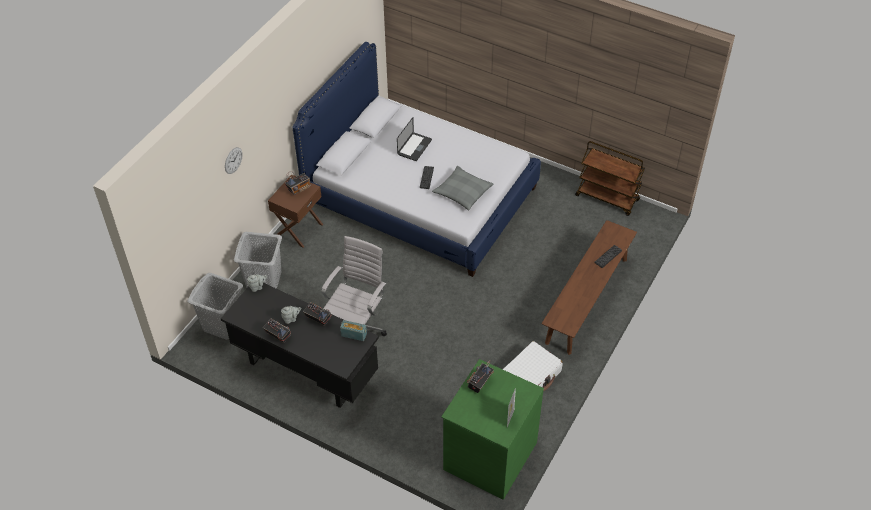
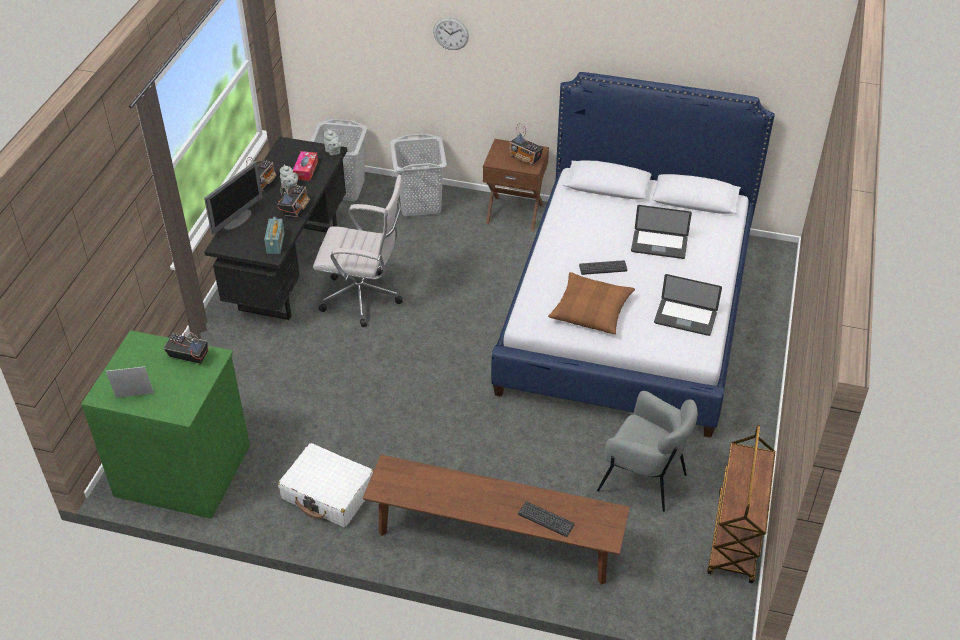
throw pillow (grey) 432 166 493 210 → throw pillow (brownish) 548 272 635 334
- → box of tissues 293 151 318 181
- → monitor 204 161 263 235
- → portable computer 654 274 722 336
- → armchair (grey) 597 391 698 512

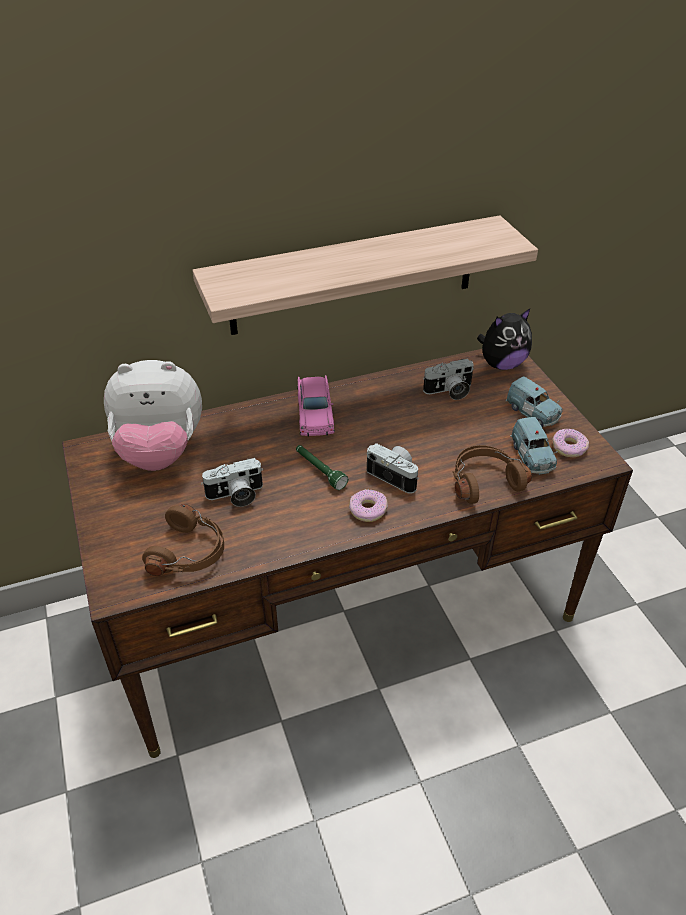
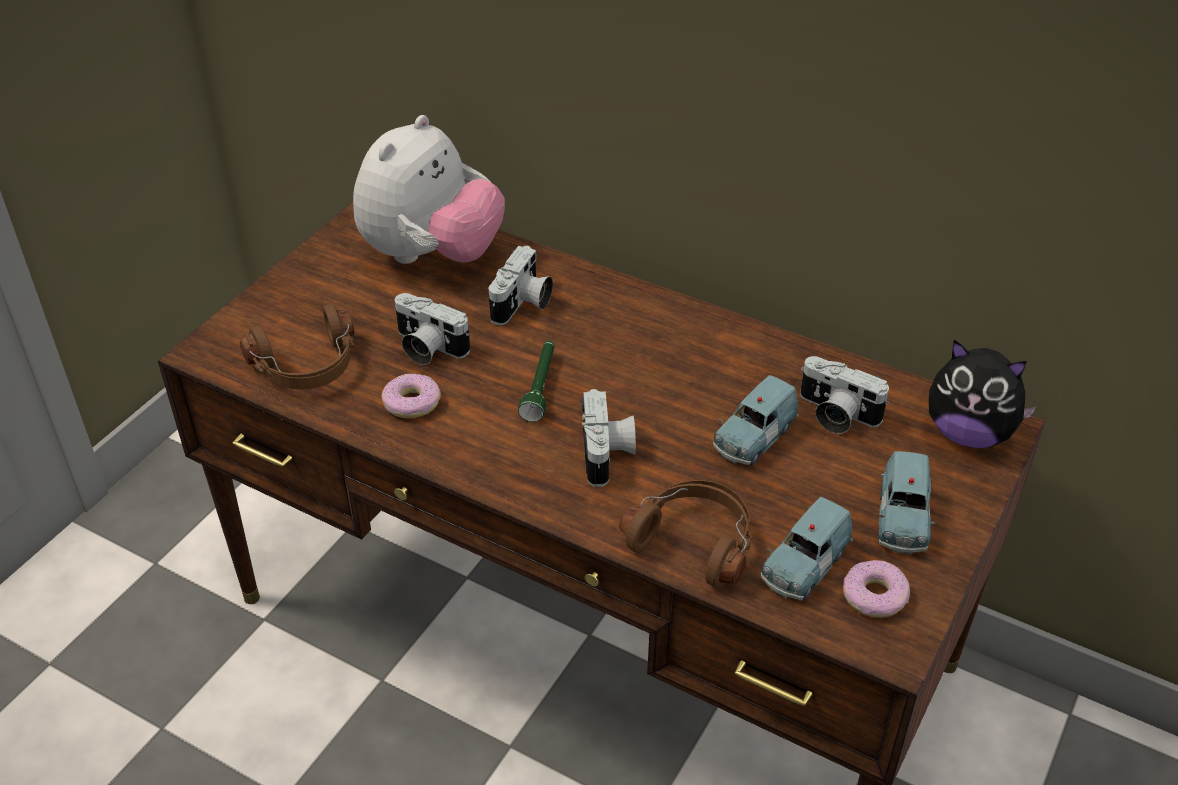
bracket shelf 192 215 538 335 → -
plush toy 104 360 202 471 → plush toy 353 115 505 264, 105 degrees counterclockwise
miniature car (pinkish) 297 375 335 437 → -
donut 349 489 388 522 → donut 382 374 441 418, moved
- → still camera 489 245 553 325
- → miniature car (blue-coloured) 713 375 799 465

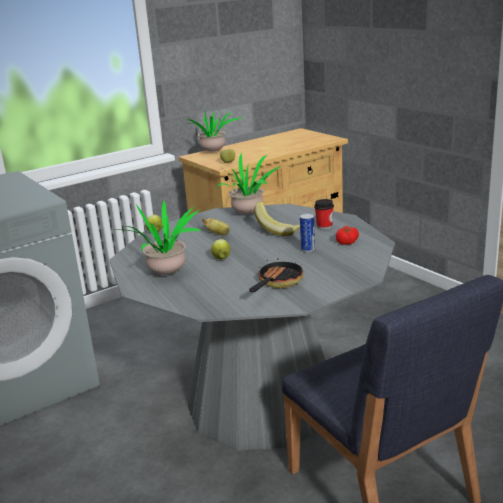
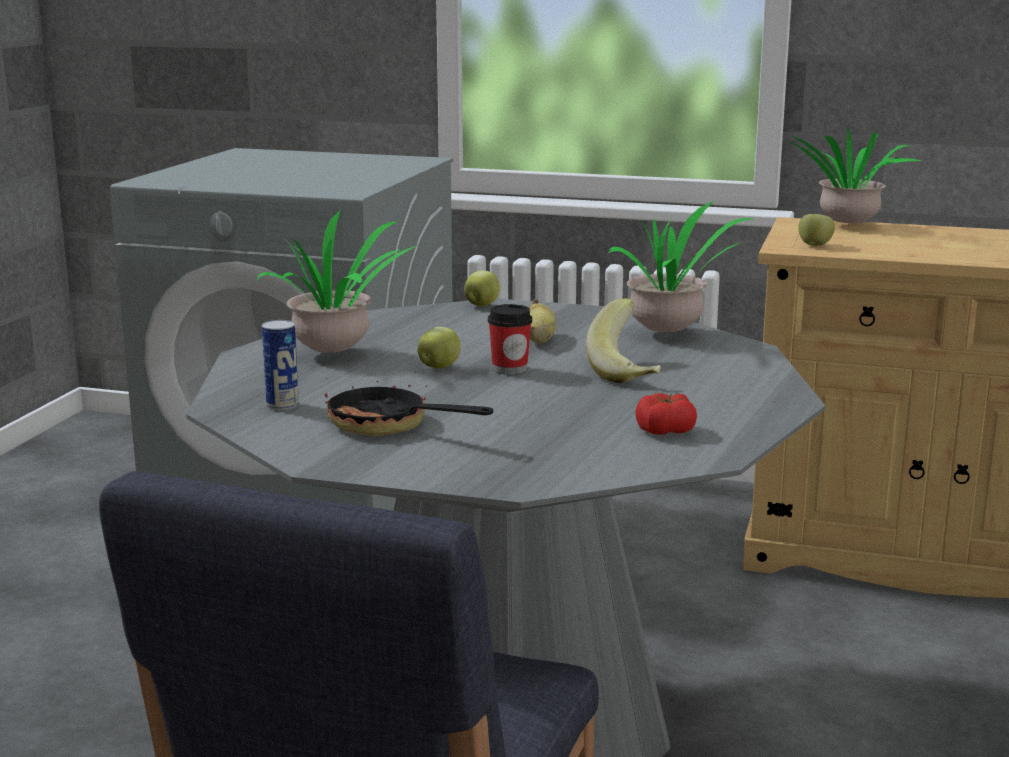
small cup 314 199 334 230 → small cup 488 304 532 375, moved
metal can 300 213 315 253 → metal can 262 320 299 410, moved
frying pan 249 258 303 292 → frying pan 325 378 493 436, 135 degrees counterclockwise

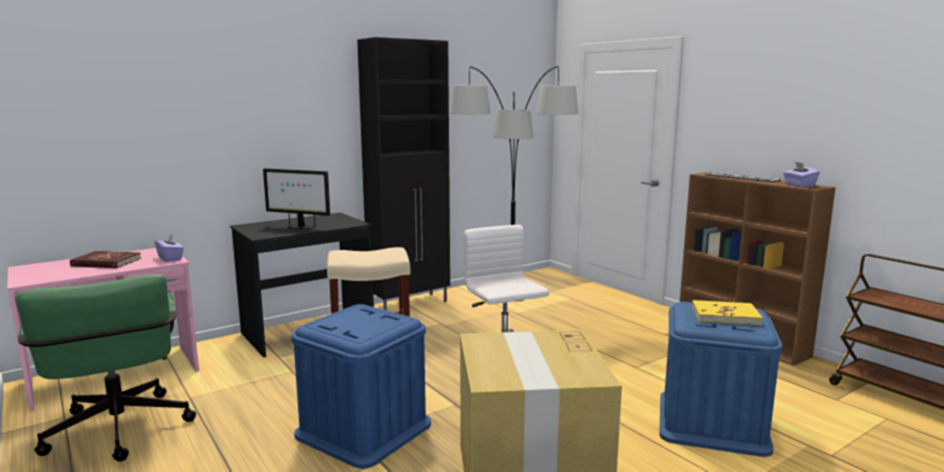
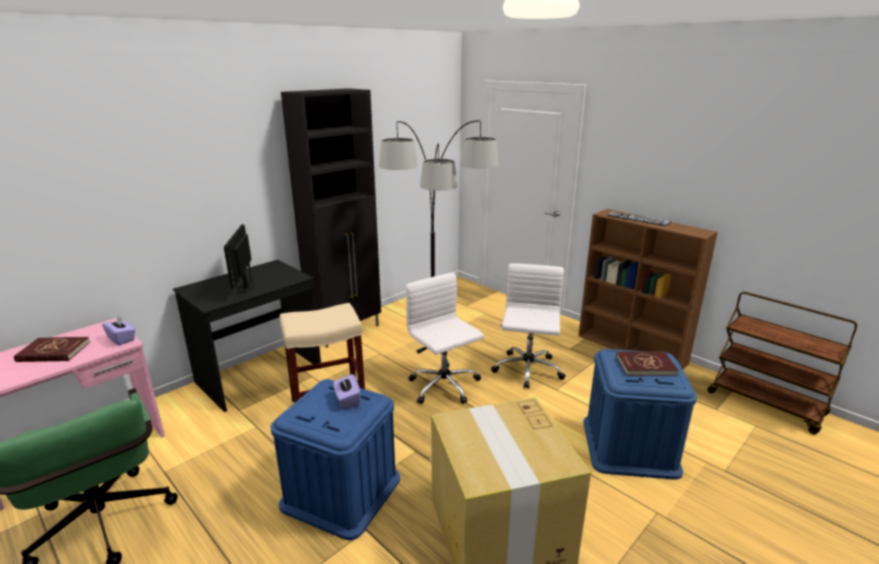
box of tissues (purple-coloured) 783 162 820 187 → box of tissues (purple-coloured) 333 374 361 409, moved
monitor 263 168 330 229 → monitor 224 224 254 294, 75 degrees clockwise
bound book (yellow) 692 300 763 325 → bound book (red) 616 351 679 376
- → office chair (white-coloured) 491 263 566 389

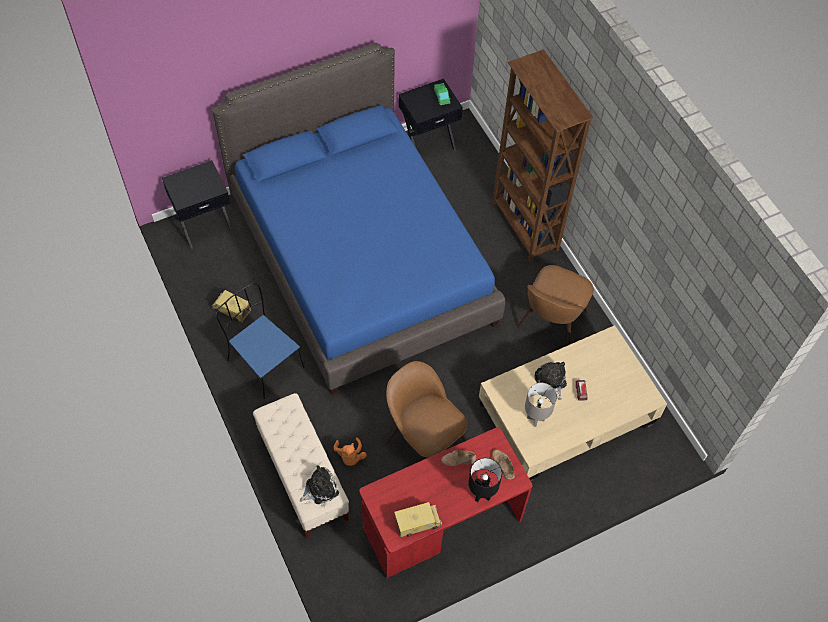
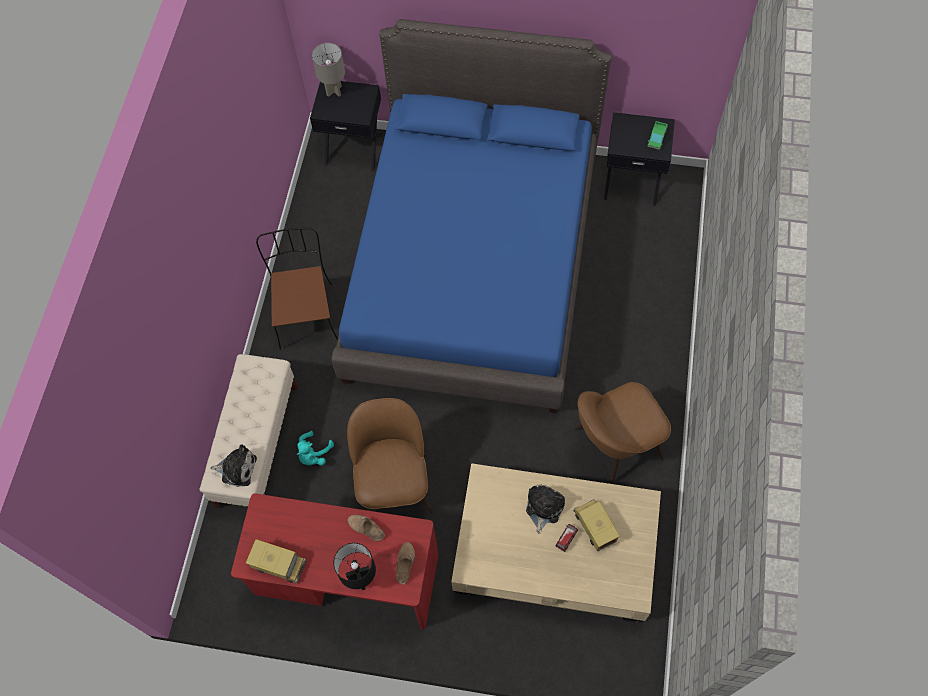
bookshelf (brownish) 492 49 594 262 → -
upright chair (blue-coloured) 216 283 304 399 → upright chair (brownish) 256 228 338 350
model truck 212 290 251 322 → model truck 573 499 620 551, moved
table lamp (grey) 525 383 557 427 → table lamp (grey) 312 43 345 97, moved
plush toy (orange) 334 437 367 466 → plush toy (blue-green) 297 431 334 465

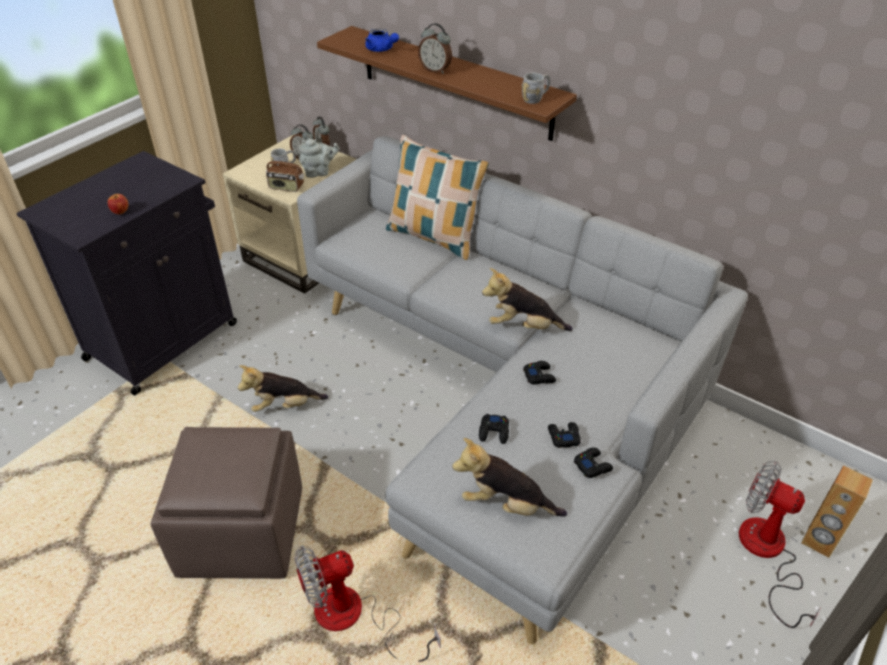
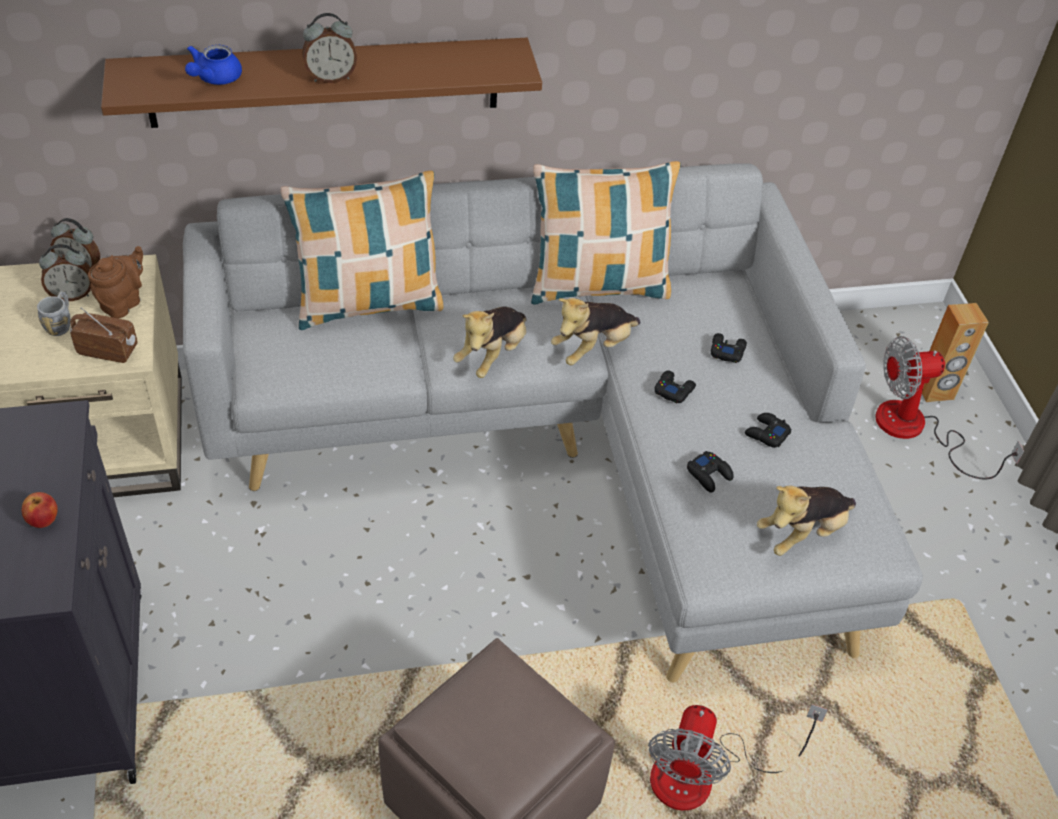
pot for tea (blue-coloured) 365 29 399 52 → pot for tea (blue-coloured) 185 45 242 85, 120 degrees clockwise
coffee mug (grey) 522 73 550 104 → -
pot for tea (grey) 299 139 339 178 → pot for tea (brownish) 88 246 143 319
radio receiver 266 151 304 192 → radio receiver 70 307 138 363, 135 degrees counterclockwise
plush toy 238 365 328 412 → plush toy 453 307 527 378, moved
joypad (blackish) 574 447 613 478 → joypad (blackish) 711 333 747 363, moved
- → throw pillow 531 161 681 305

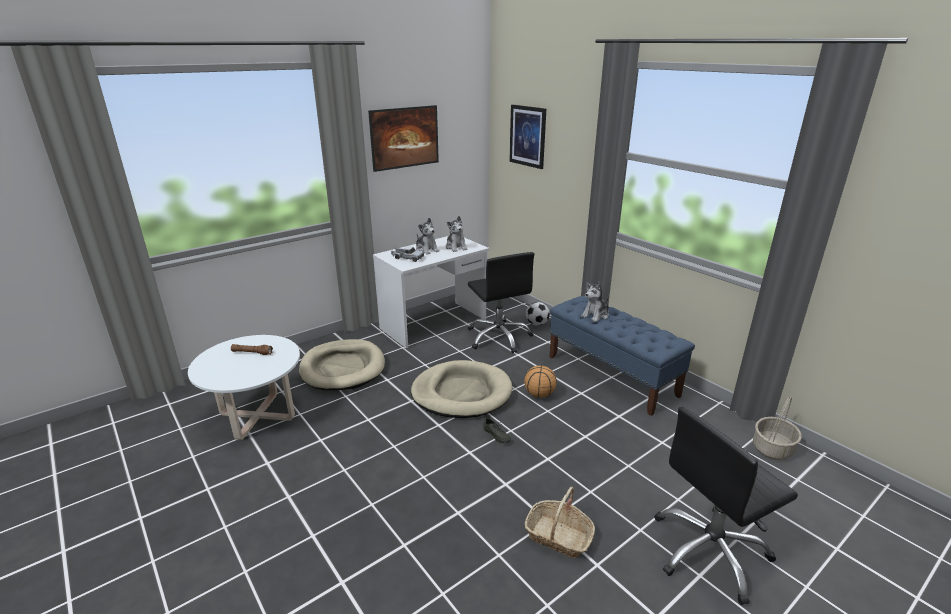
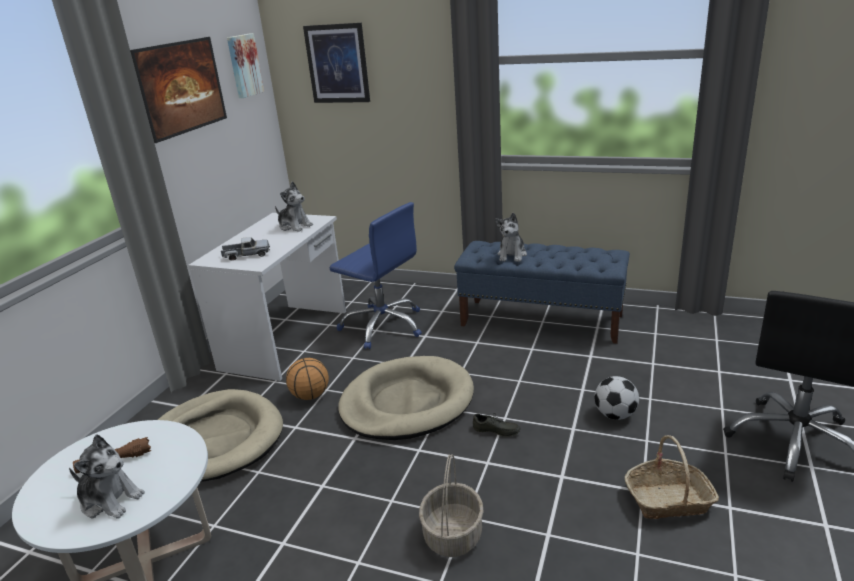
plush toy 416 218 440 255 → plush toy 69 434 145 519, moved
office chair (blackish) 468 252 534 353 → office chair (blue-coloured) 329 202 422 349
football 526 302 550 326 → football 594 376 639 420, moved
basketball ball 524 365 557 398 → basketball ball 286 358 329 400, moved
basket 753 396 802 460 → basket 419 454 484 557, moved
- → wall picture 227 33 264 98

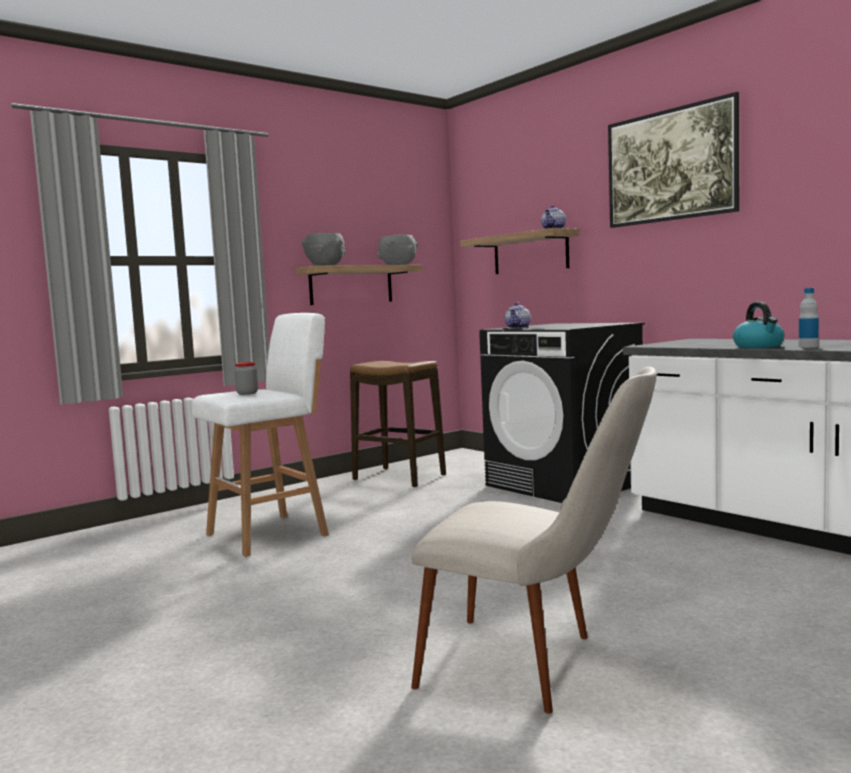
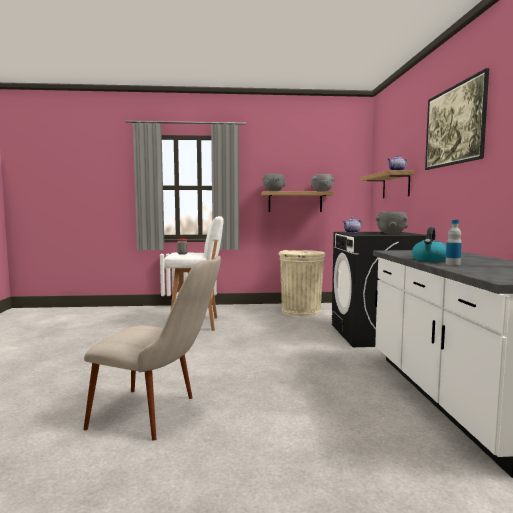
sitting stool 350 361 446 487 → waste bin (beige-coloured) 279 250 325 316
upright chair (beige-coloured) 411 367 657 714 → upright chair (beige-coloured) 83 256 221 441, 45 degrees counterclockwise
- → bowl (grey) 376 212 408 234

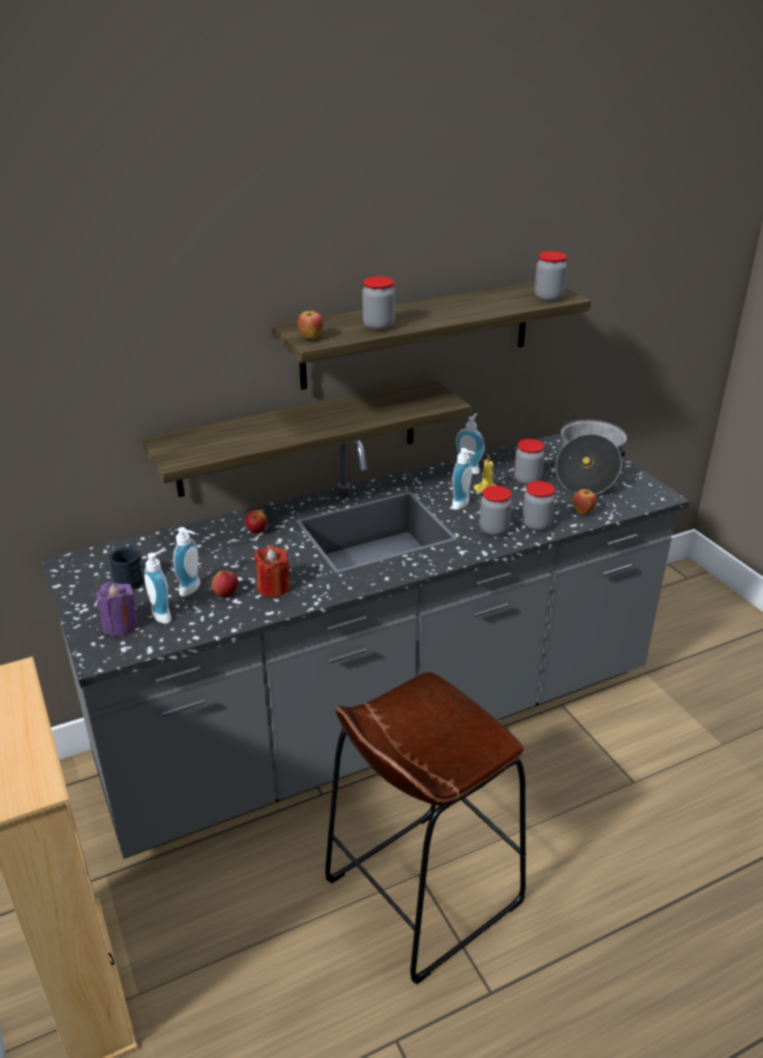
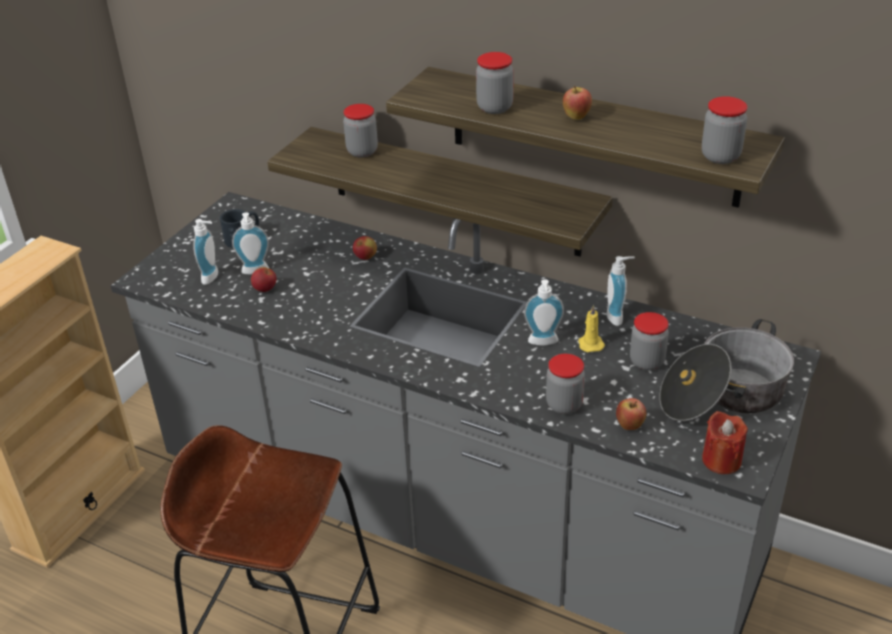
apple 297 309 323 339 → apple 563 85 592 120, moved
storage jar 479 486 512 536 → storage jar 343 104 378 157, moved
wax candle (red) 255 546 290 597 → wax candle (red) 702 411 748 474, moved
wax candle (purple-coloured) 96 582 138 637 → -

